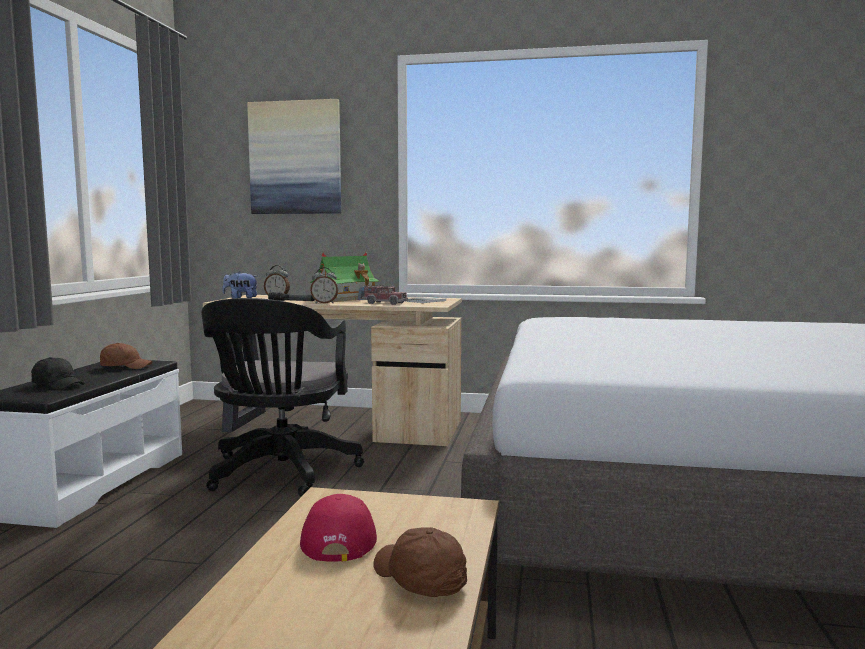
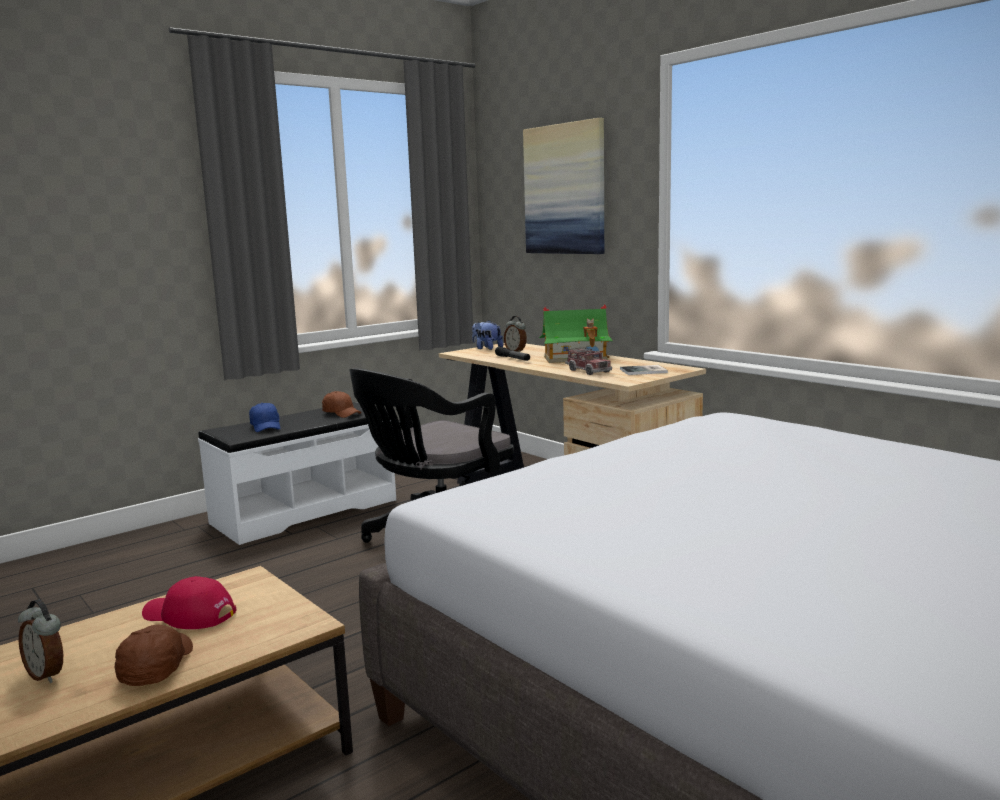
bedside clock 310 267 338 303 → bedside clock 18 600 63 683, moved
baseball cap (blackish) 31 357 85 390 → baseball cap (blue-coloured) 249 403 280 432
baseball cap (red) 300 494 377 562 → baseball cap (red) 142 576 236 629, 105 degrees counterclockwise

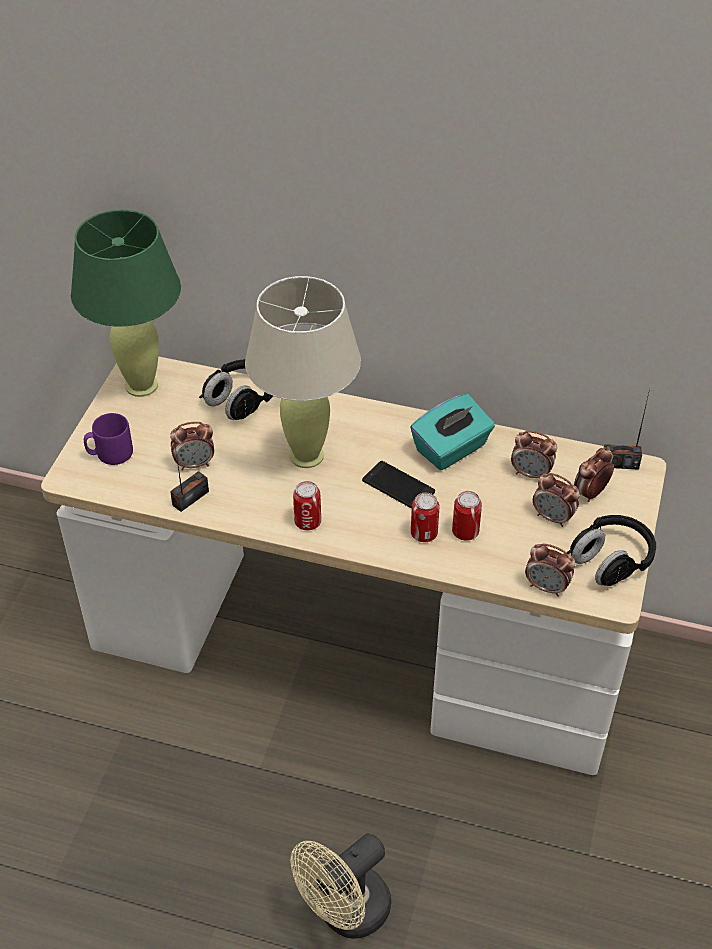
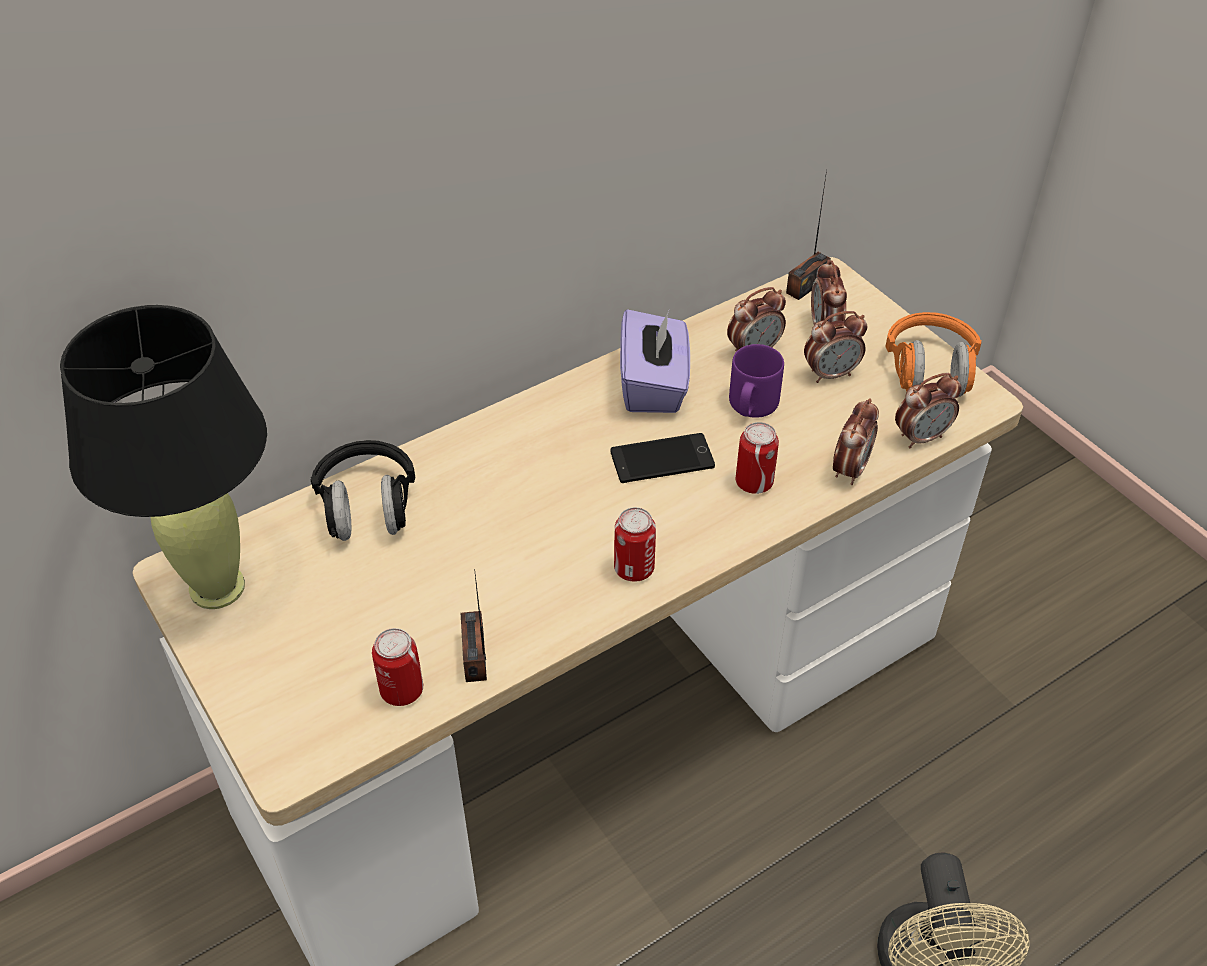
table lamp (greenish) 71 210 181 397 → table lamp (blackish) 60 305 267 609
table lamp (beige-coloured) 245 276 361 468 → -
box of tissues (blue-green) 410 394 495 470 → box of tissues (purple-coloured) 620 309 690 413
coffee mug (purple-coloured) 84 413 133 465 → coffee mug (purple-coloured) 729 344 784 418, moved
bedside clock 170 422 214 471 → bedside clock 833 398 879 485, moved
metal can 452 491 482 541 → metal can 372 628 423 706, moved
headset (blackish) 567 515 656 586 → headset (orange) 885 312 982 397

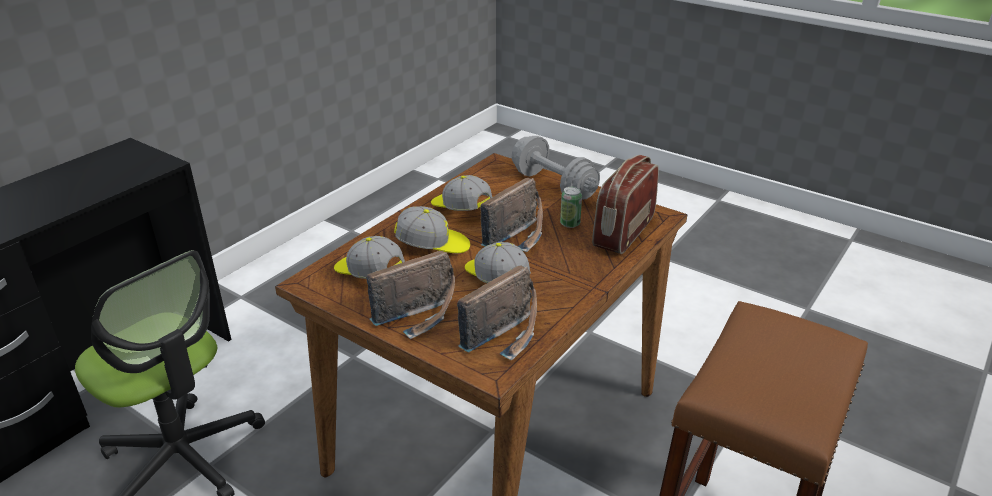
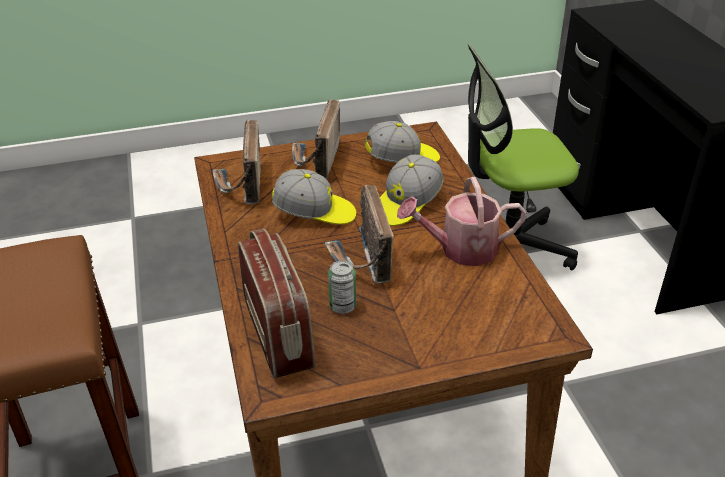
hand weight (grey) 512 136 600 200 → -
baseball cap 431 175 492 211 → watering pot 397 177 526 266

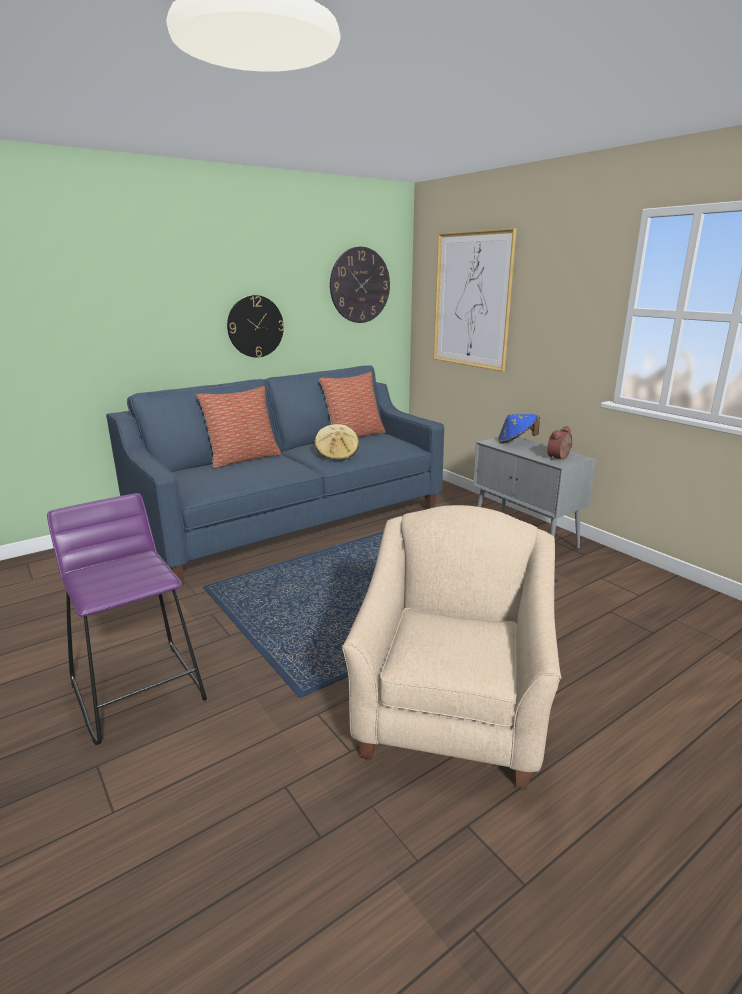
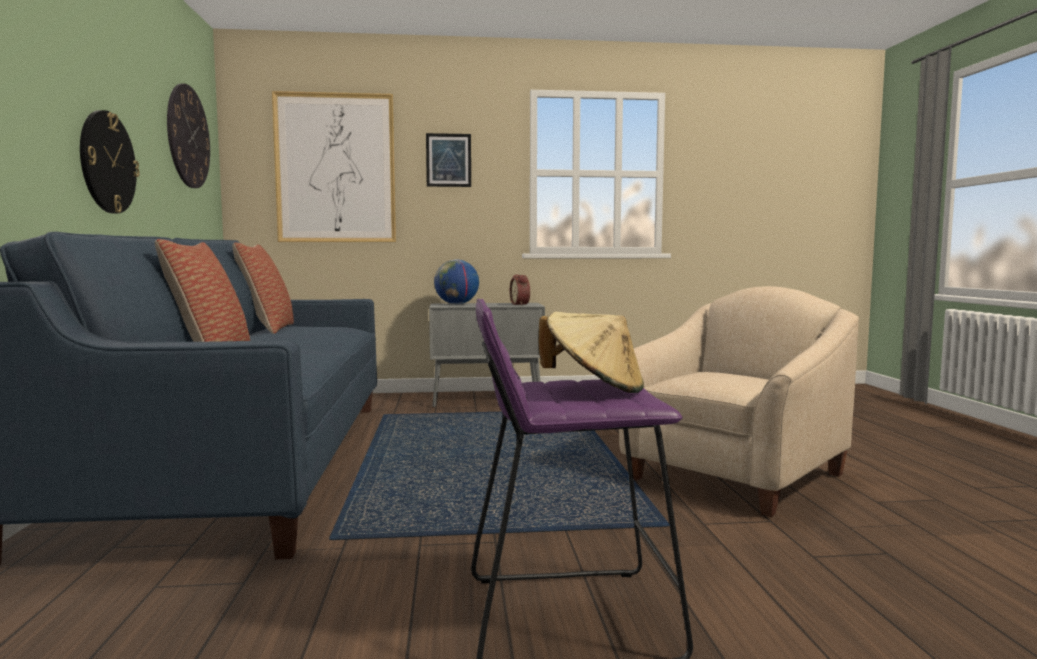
wearable hat (blue-coloured) 498 414 540 444 → globe 434 259 479 304
wearable hat (beige-coloured) 314 424 359 461 → wearable hat (beige-coloured) 539 312 644 393, moved
armchair (beige-coloured) 342 505 562 789 → armchair (beige-coloured) 619 286 859 517, 90 degrees clockwise
- → wall picture 426 133 471 187

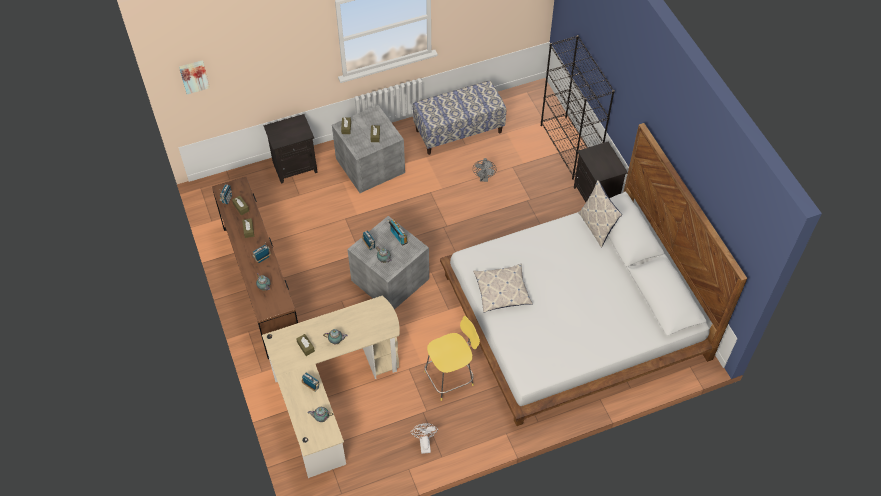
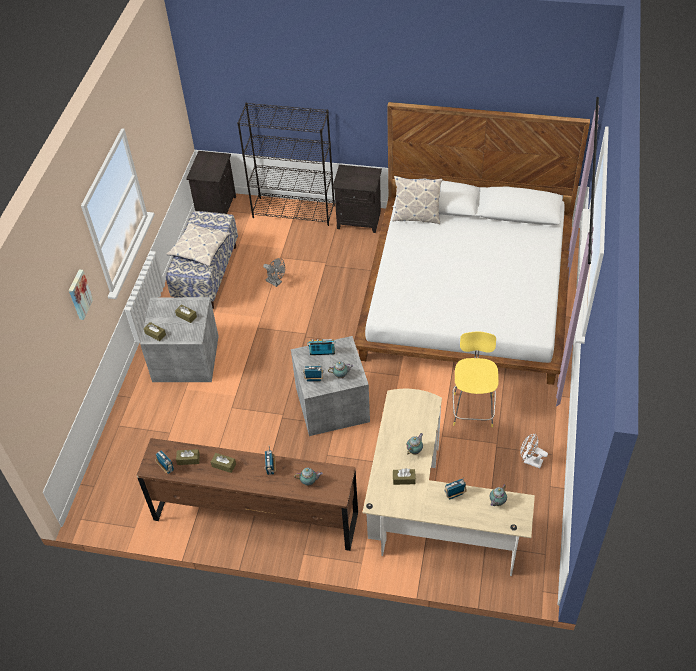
wall picture 179 60 210 94 → wall picture 69 269 93 320, moved
nightstand (blackish) 264 114 318 184 → nightstand (blackish) 186 151 236 214, moved
throw pillow 473 264 533 313 → throw pillow 166 222 231 266, moved

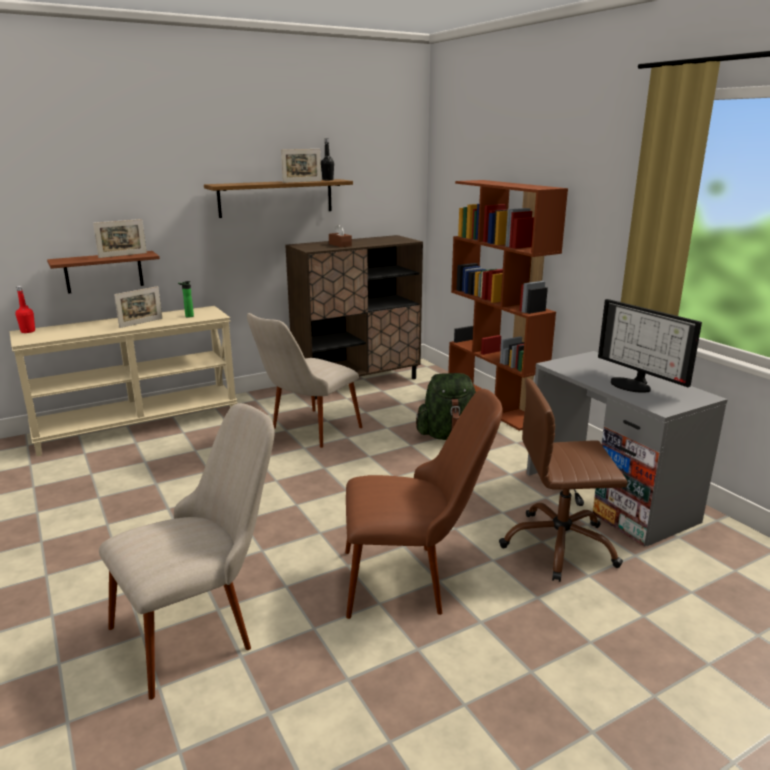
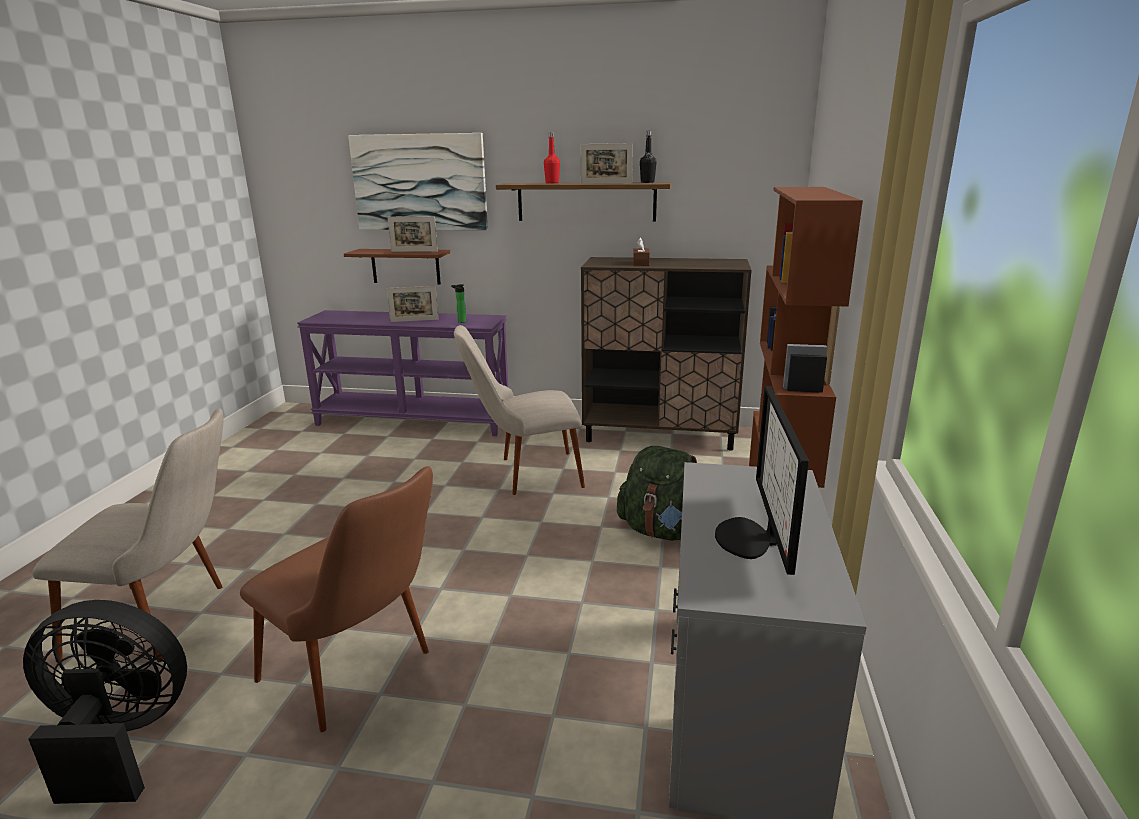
bottle (red) 16 286 35 333 → bottle (red) 544 132 560 183, moved
narrow table (beige-coloured) 9 306 237 456 → narrow table (purple-coloured) 297 310 508 436
office chair (brownish) 499 378 628 582 → -
- → wall picture 348 133 488 230
- → fan (blackish) 23 600 187 804

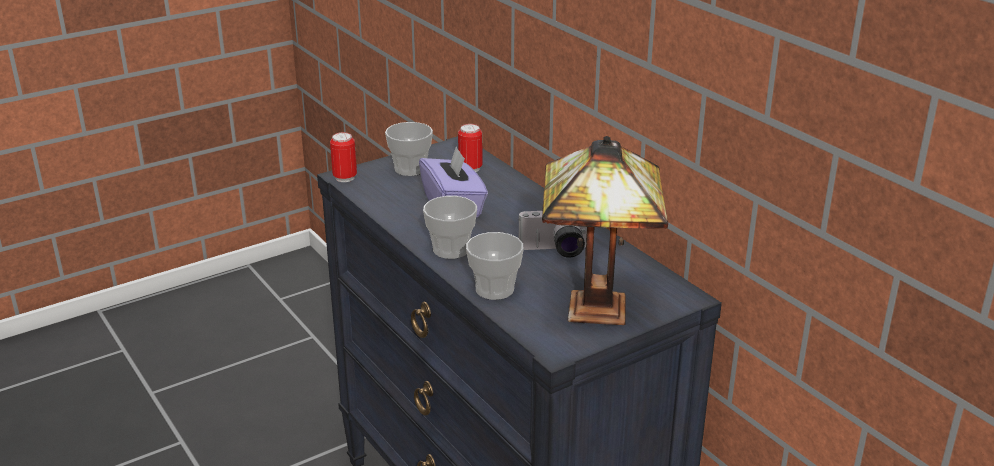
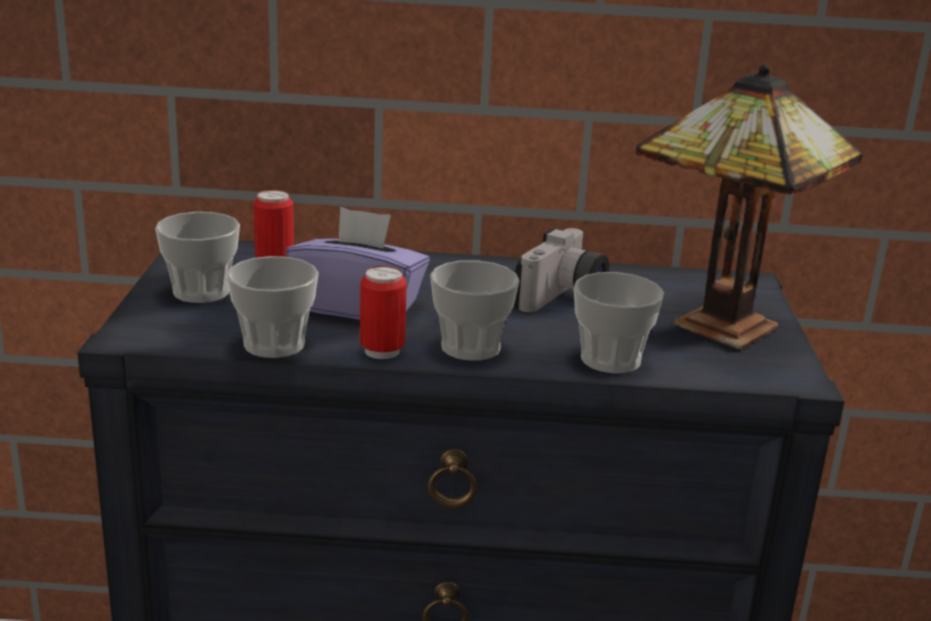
metal can 330 132 357 182 → metal can 360 266 407 359, moved
- → small cup 226 256 319 358

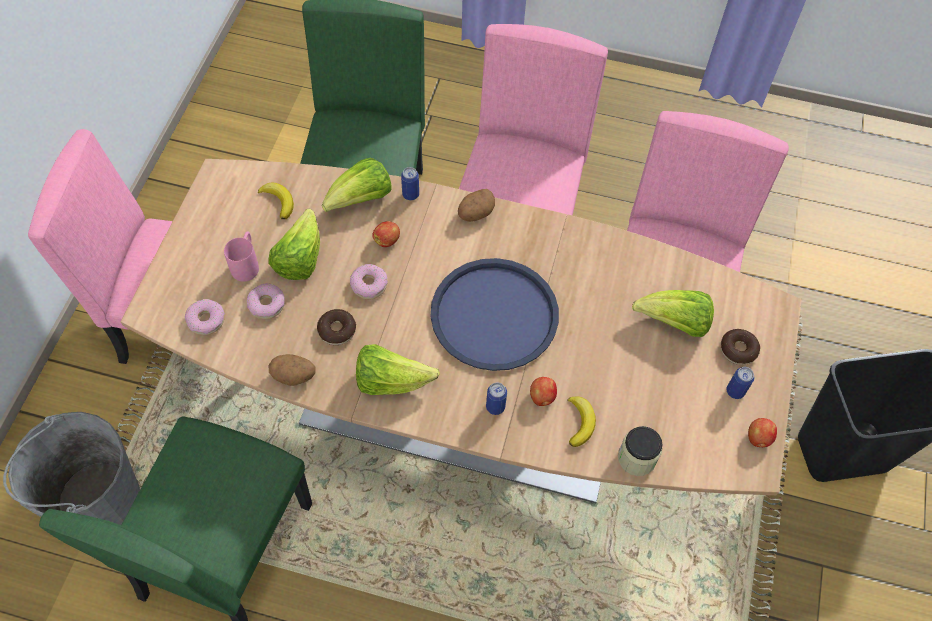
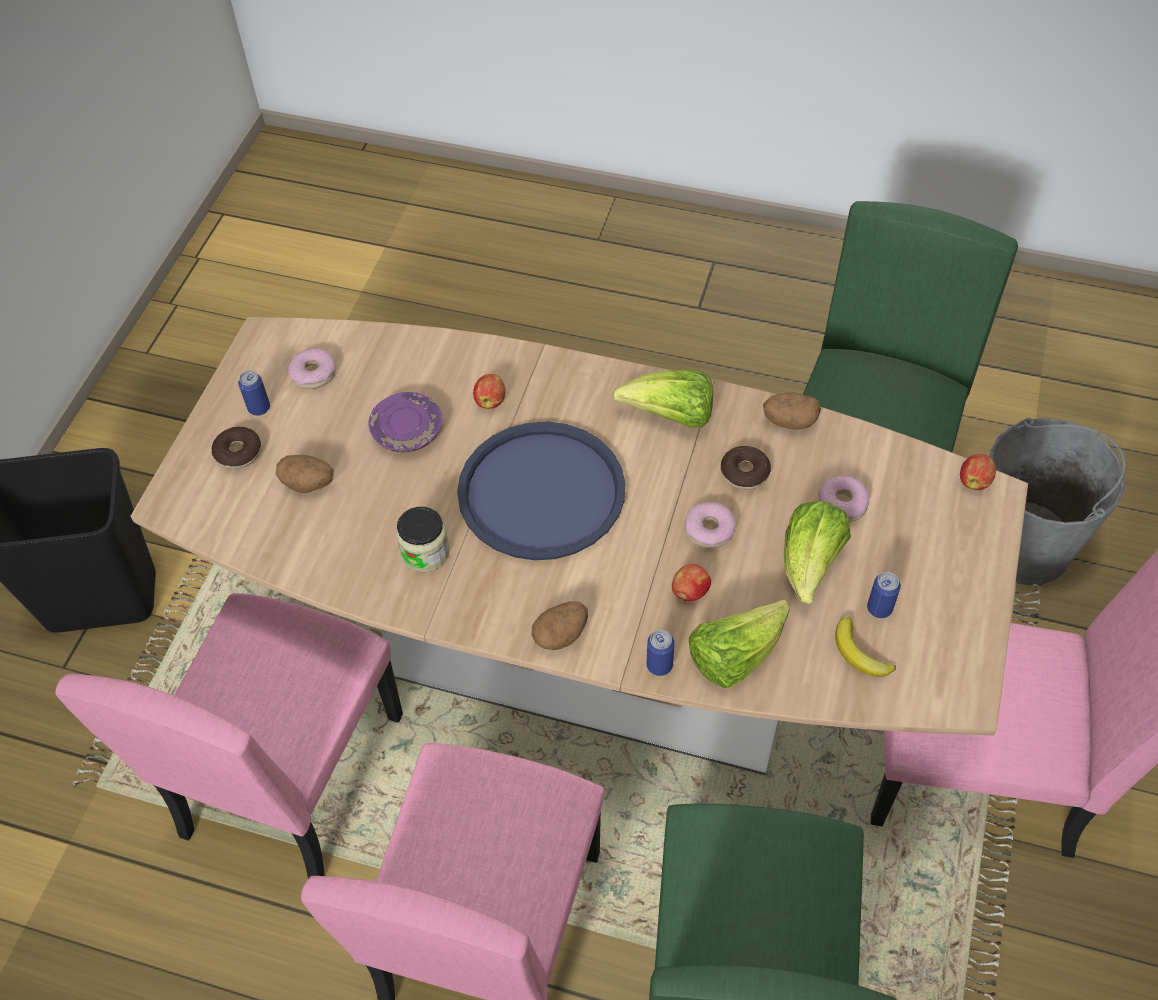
coffee mug (pinkish) 224 231 259 282 → -
lettuce head 632 290 714 337 → whole potato 276 455 334 493
donut 185 299 225 335 → donut 288 348 336 389, moved
metal can 486 382 507 415 → metal can 867 572 901 618, moved
banana 567 396 596 447 → -
apple 748 418 777 447 → apple 960 454 996 490, moved
storage jar 618 426 663 476 → storage jar 396 507 450 572, moved
- → plate (purple-coloured) 368 392 442 452

